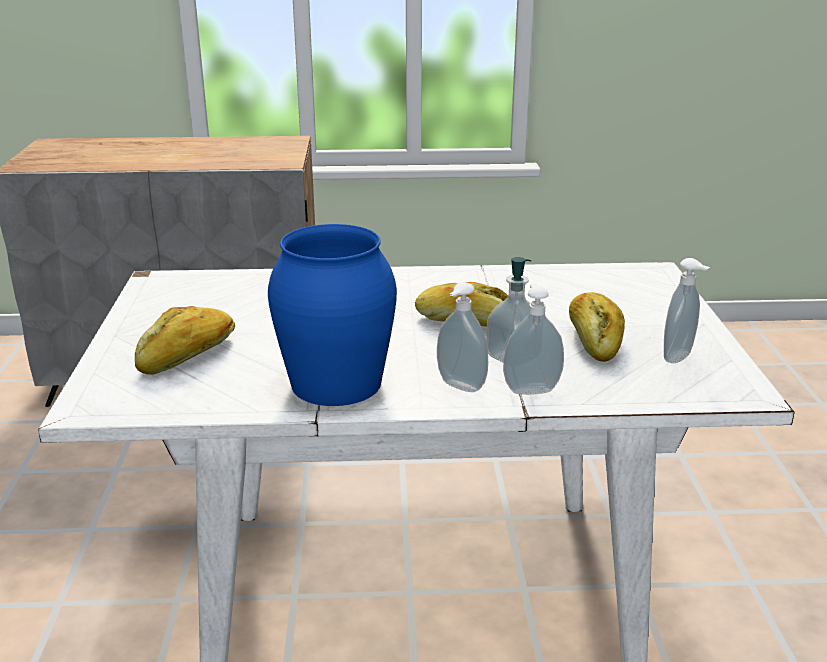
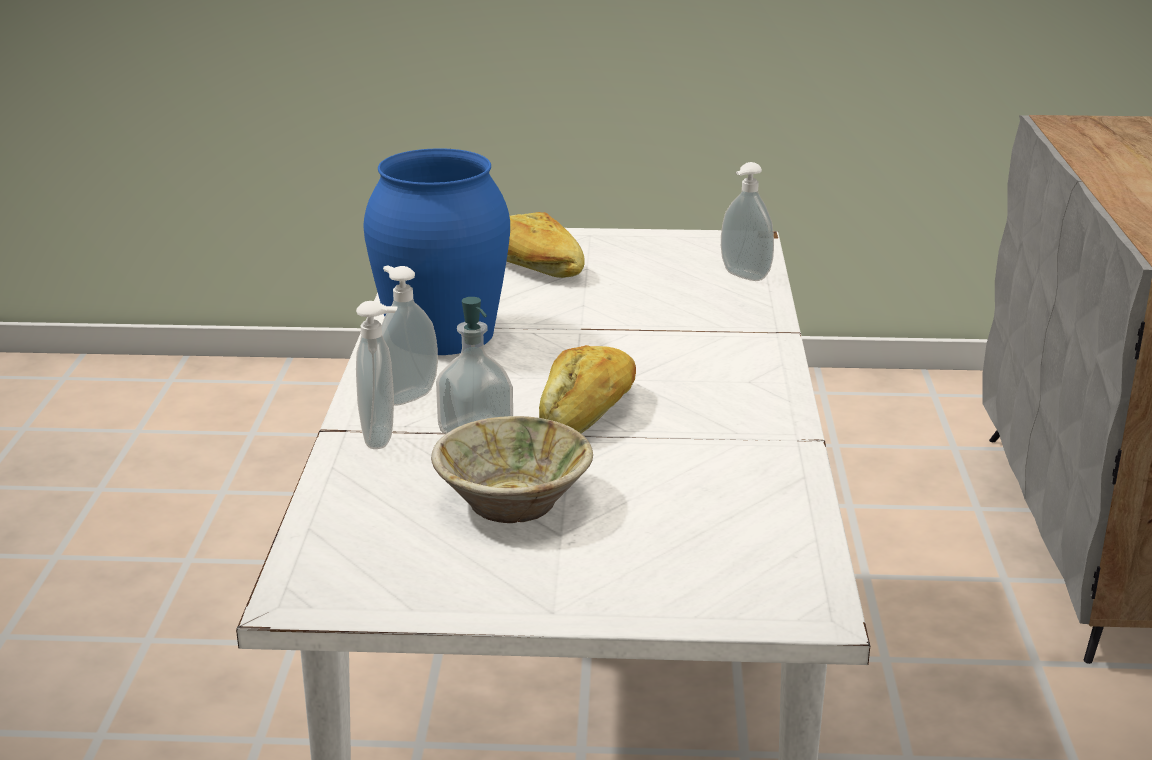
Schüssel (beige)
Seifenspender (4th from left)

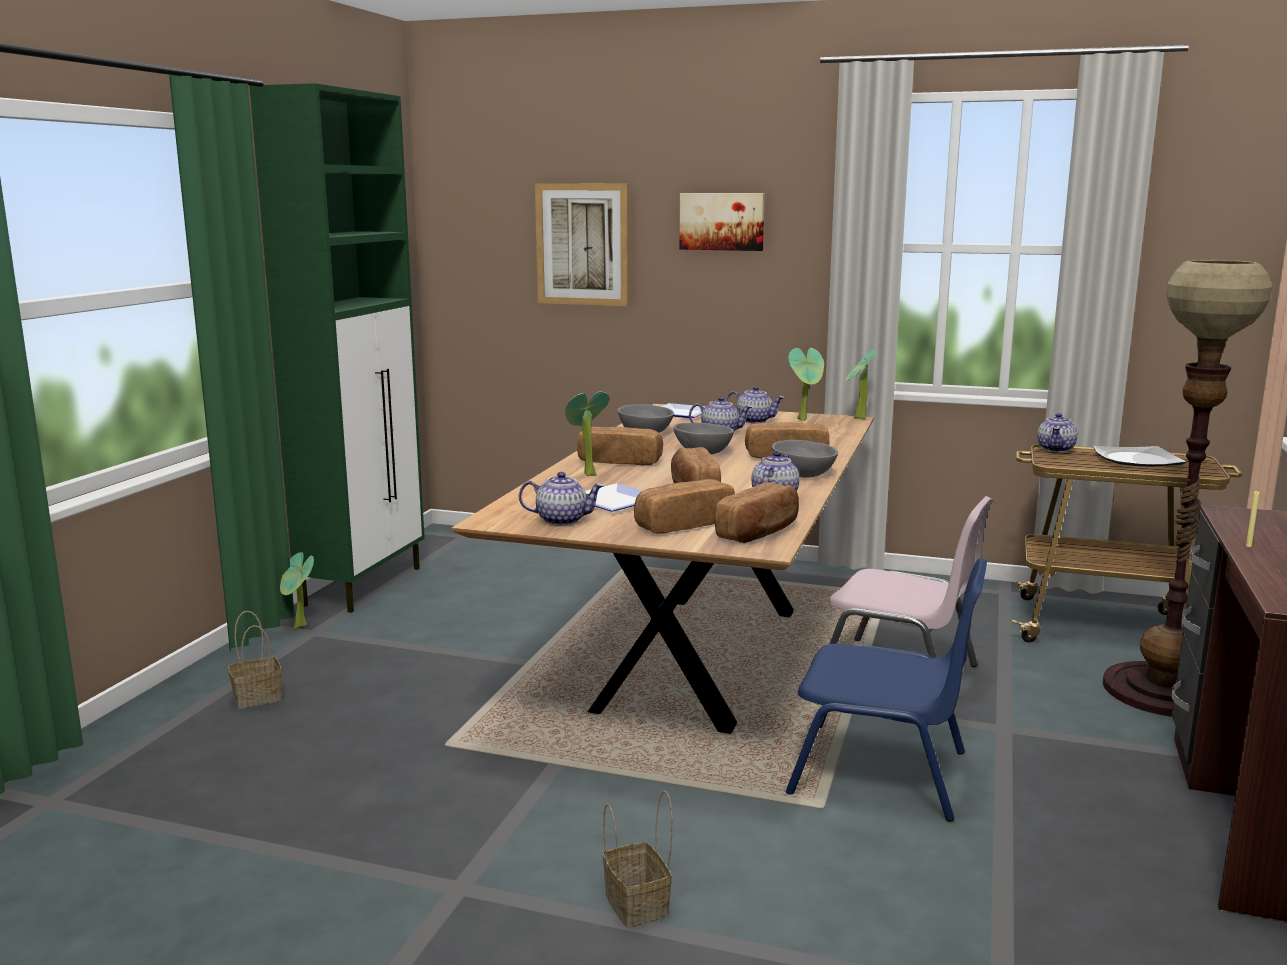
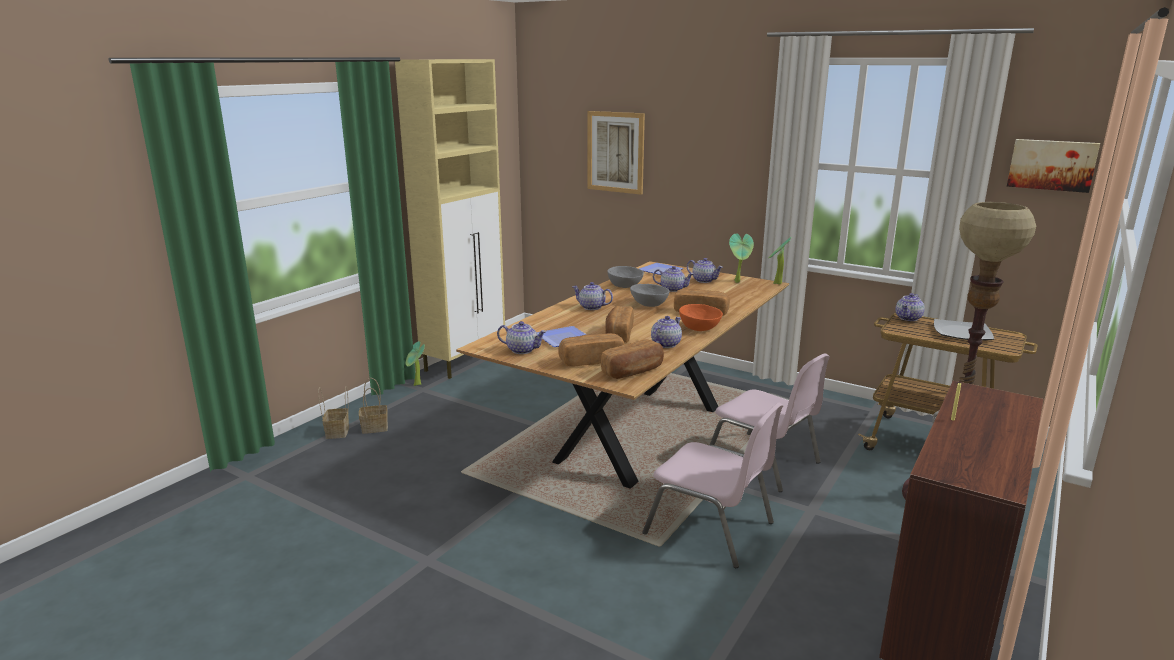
Korb (1st from left)
Schrank (beige)
Teekanne (2nd from left)
Stuhl (rosa) (1st from left)
Schüssel (orange)
Bild (2nd from left)
Topfpflanze (2nd from left in the first image)

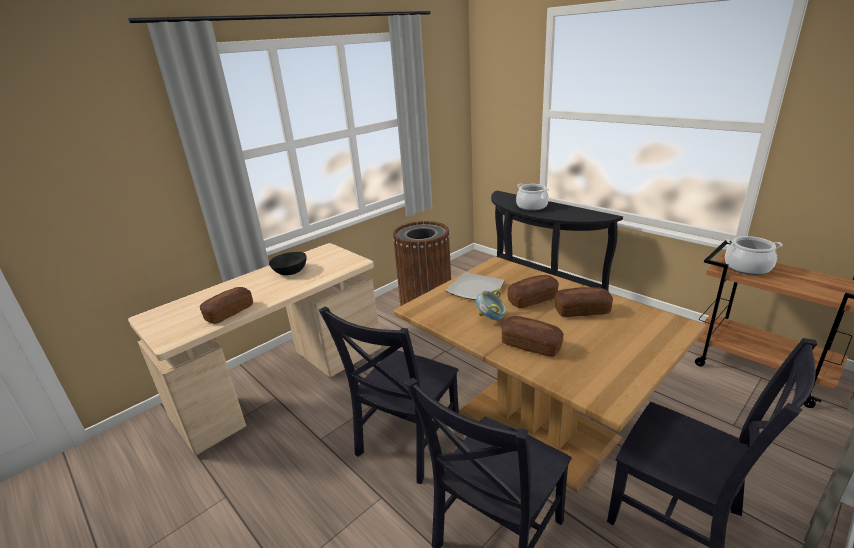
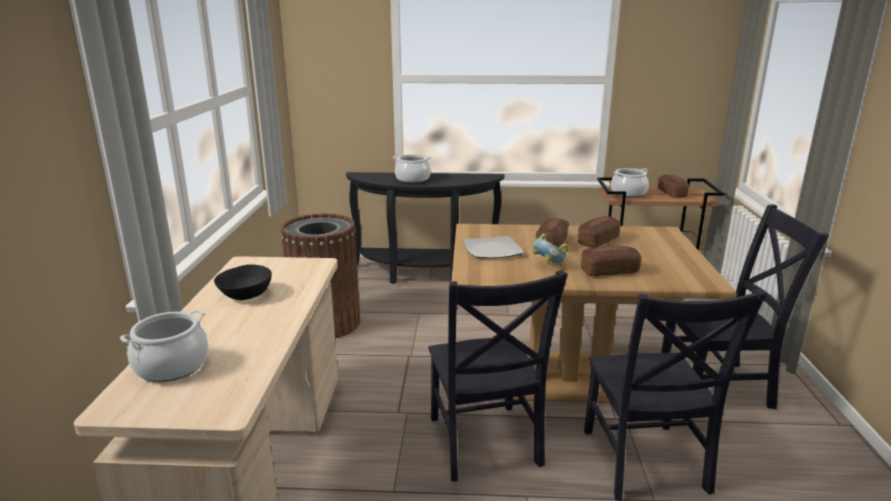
Kochtopf (1st from left)
Brot (4th from left)

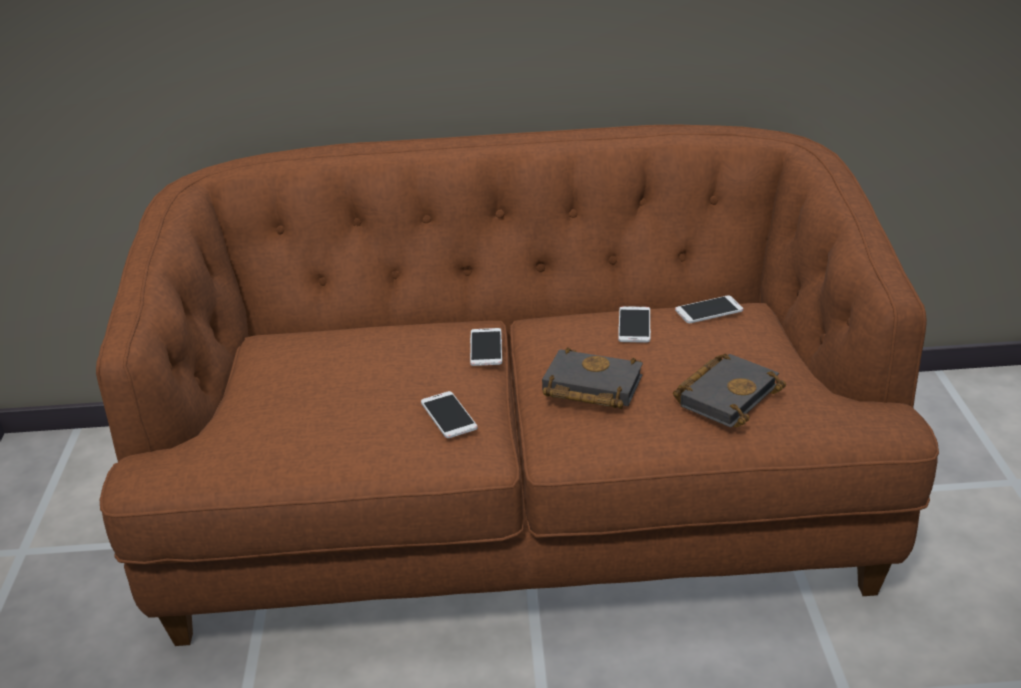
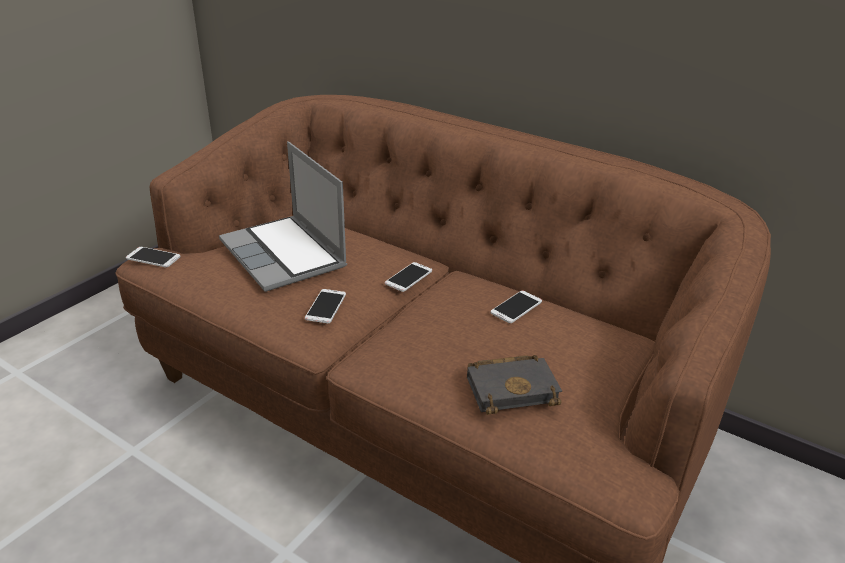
Handy (1st from left)
Laptop
Buch (schwarz) (1st from left in the first image)

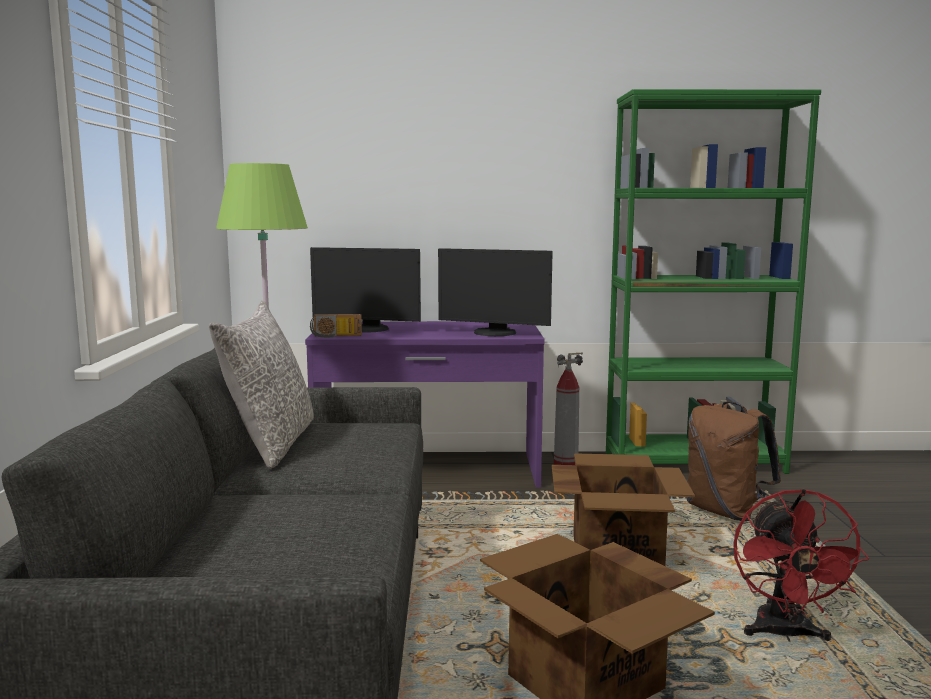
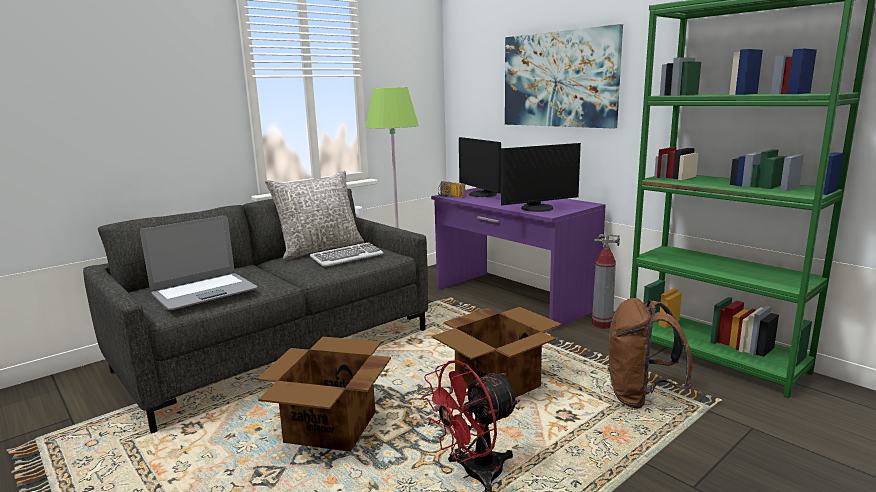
Laptop
Tastatur
Monitor (2nd from left)
Bild

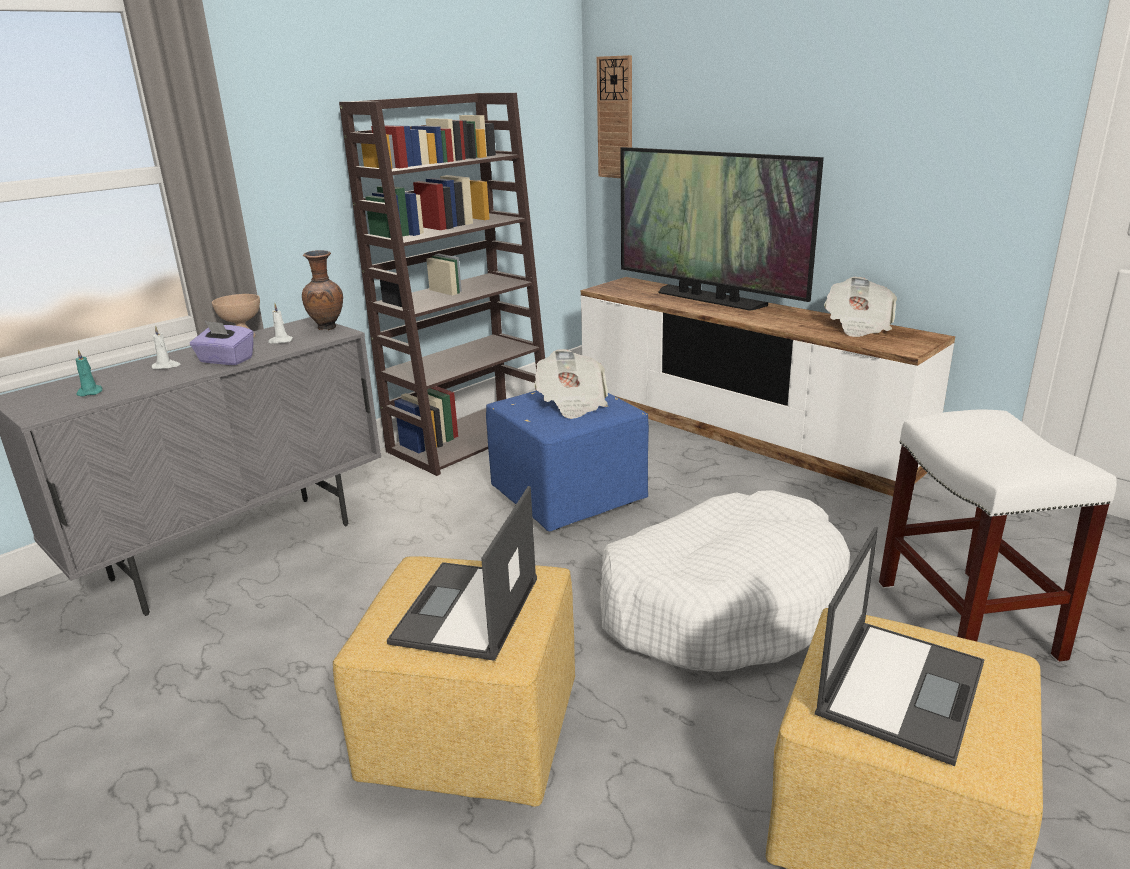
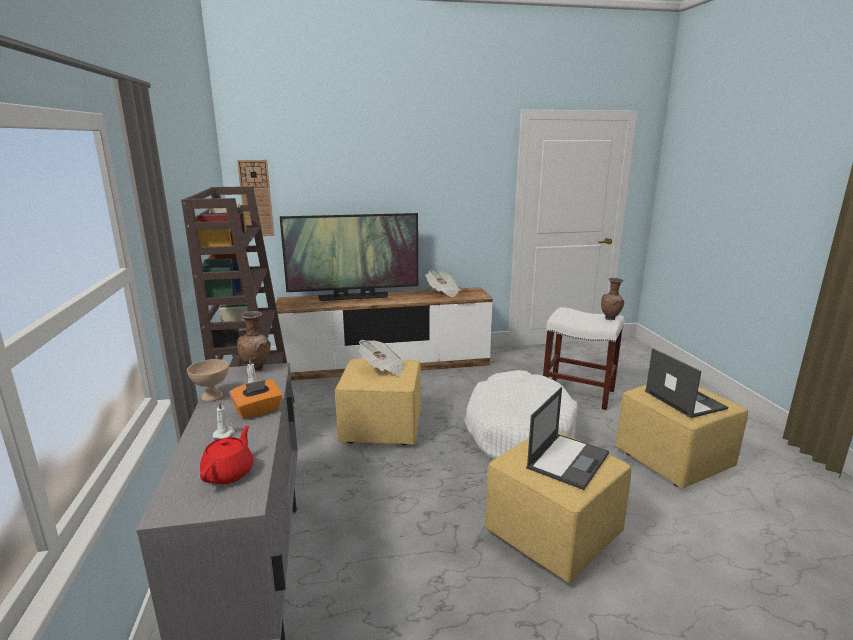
Teekanne (rot)
Taschentuchbox (orange)
Polsterhocker (gelb) (1st from left)
Laptop (1st from left)
Vase (braun) (2nd from left)

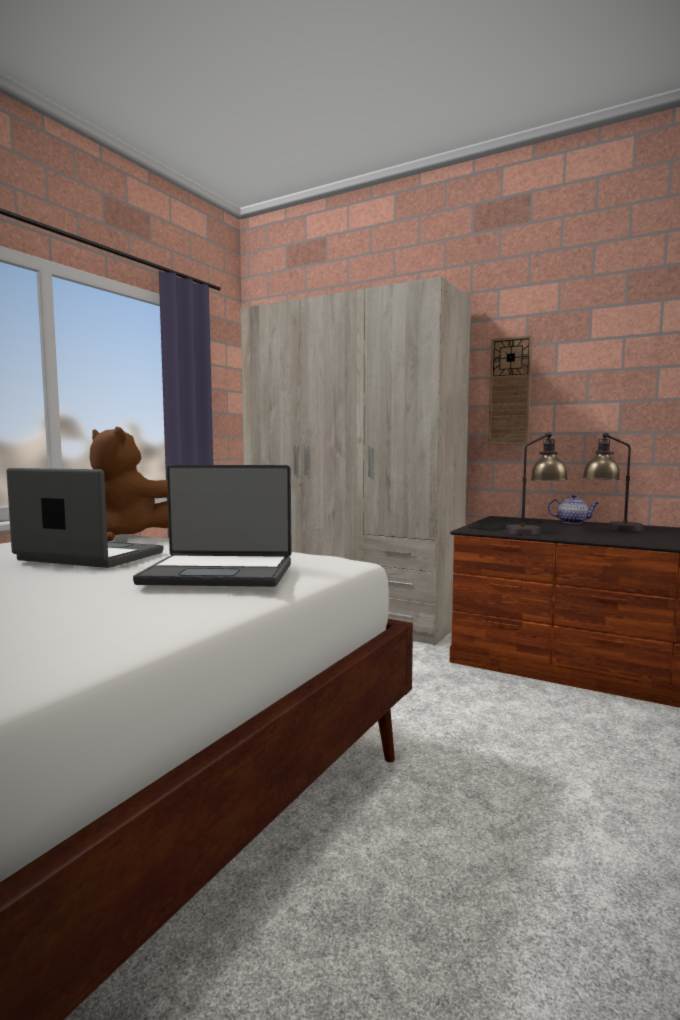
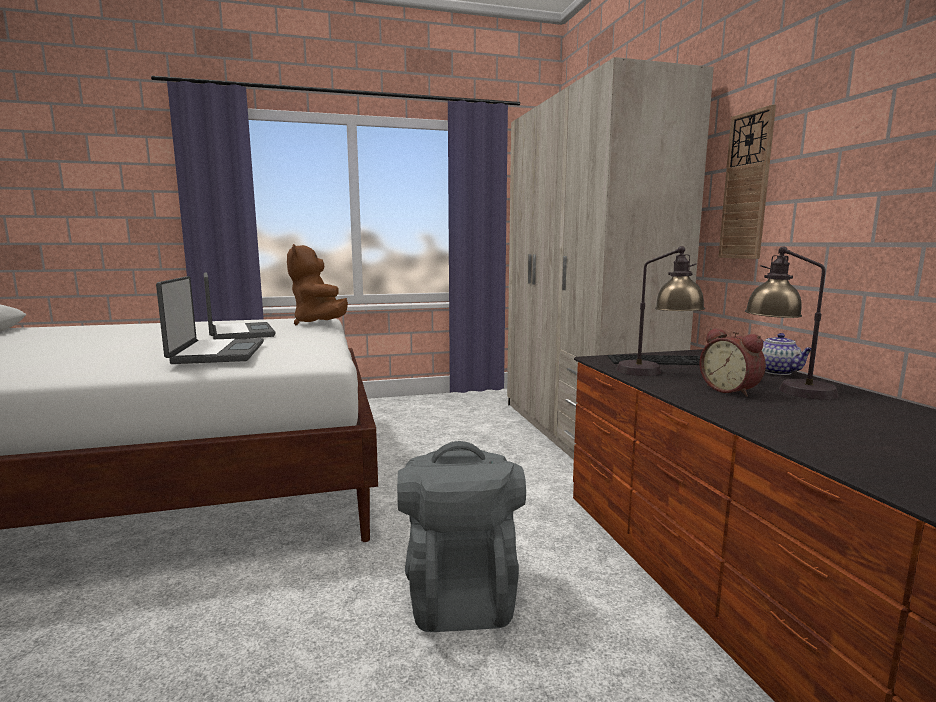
Laptop (1st from left)
Rucksack (grau)
Wecker

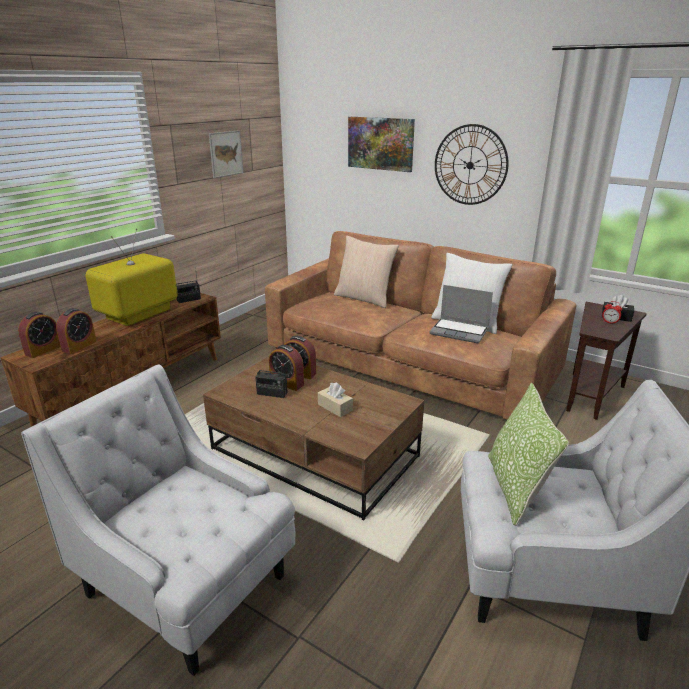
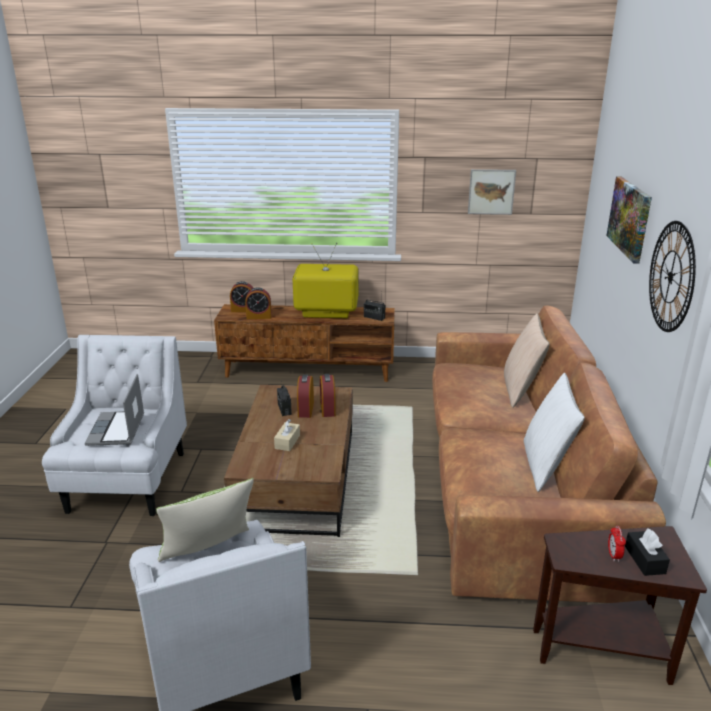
Laptop

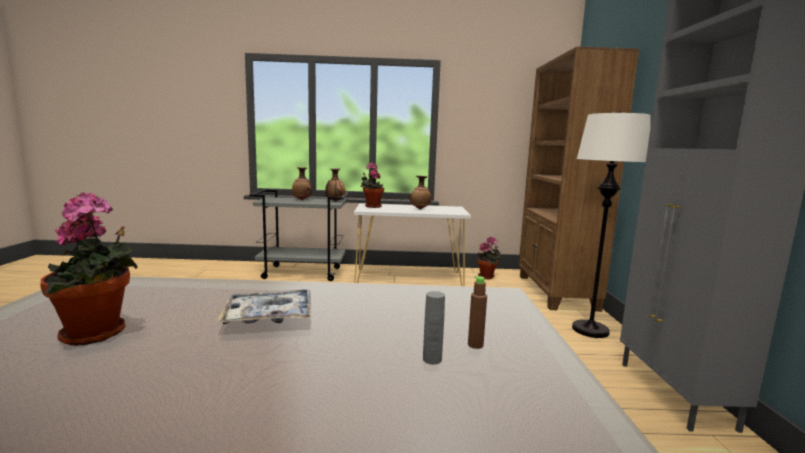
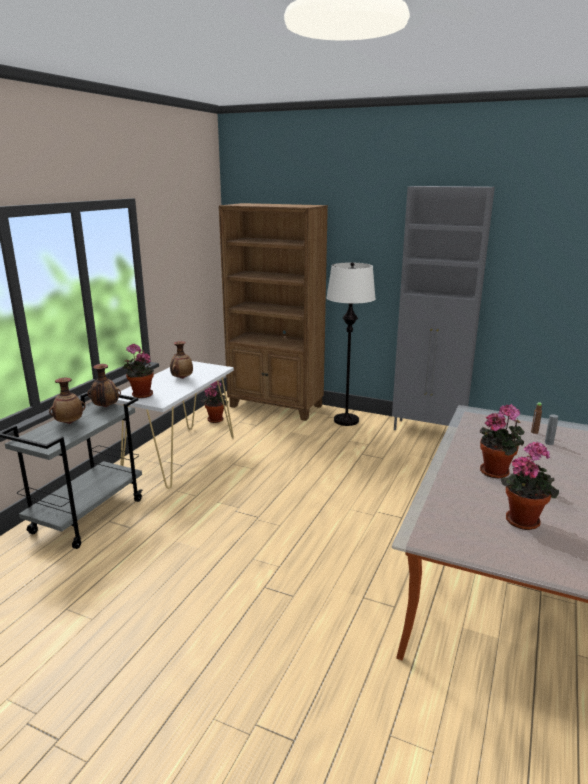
Topfpflanze (3rd from left)

